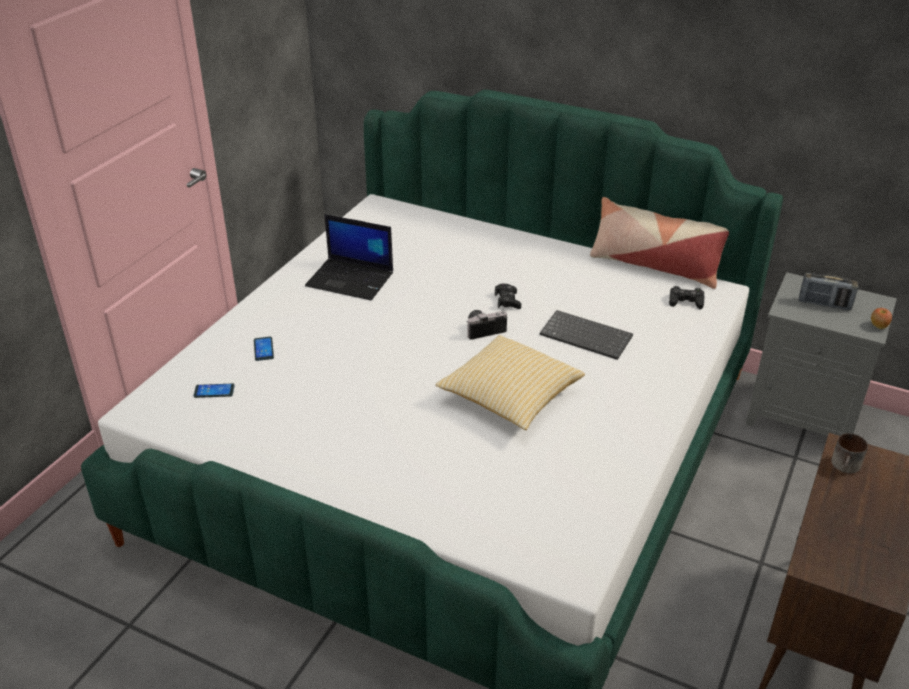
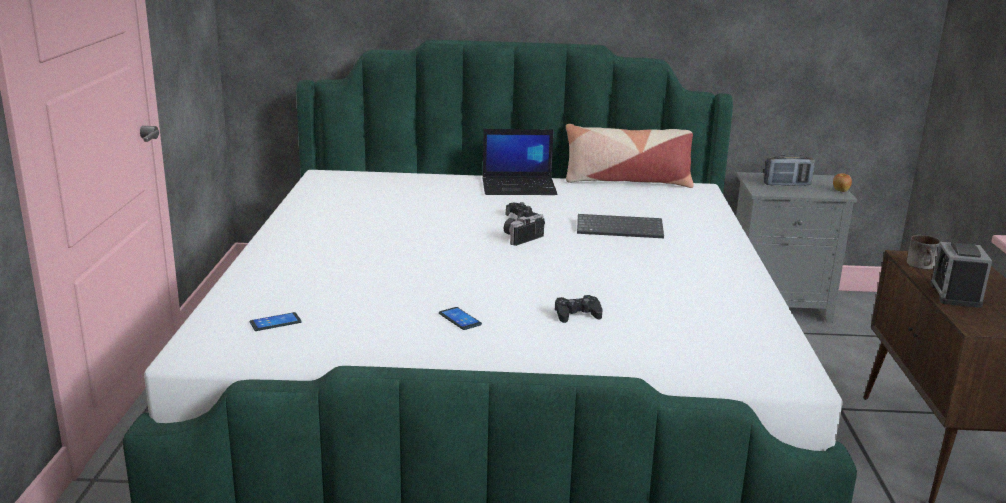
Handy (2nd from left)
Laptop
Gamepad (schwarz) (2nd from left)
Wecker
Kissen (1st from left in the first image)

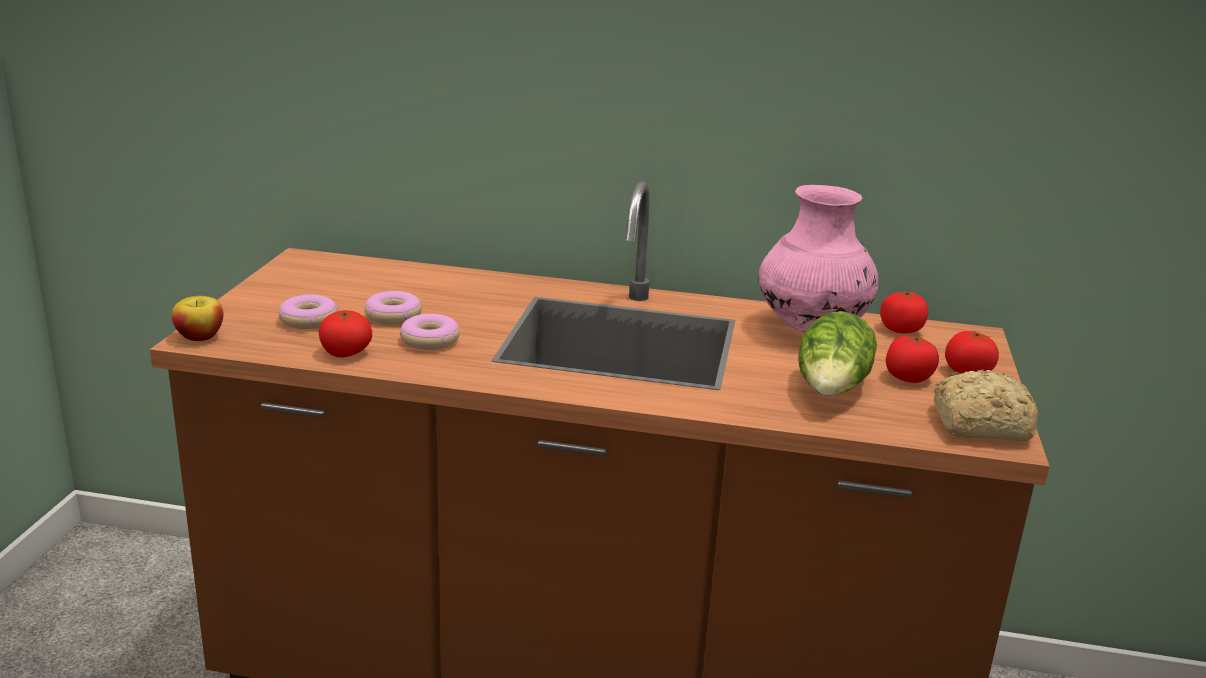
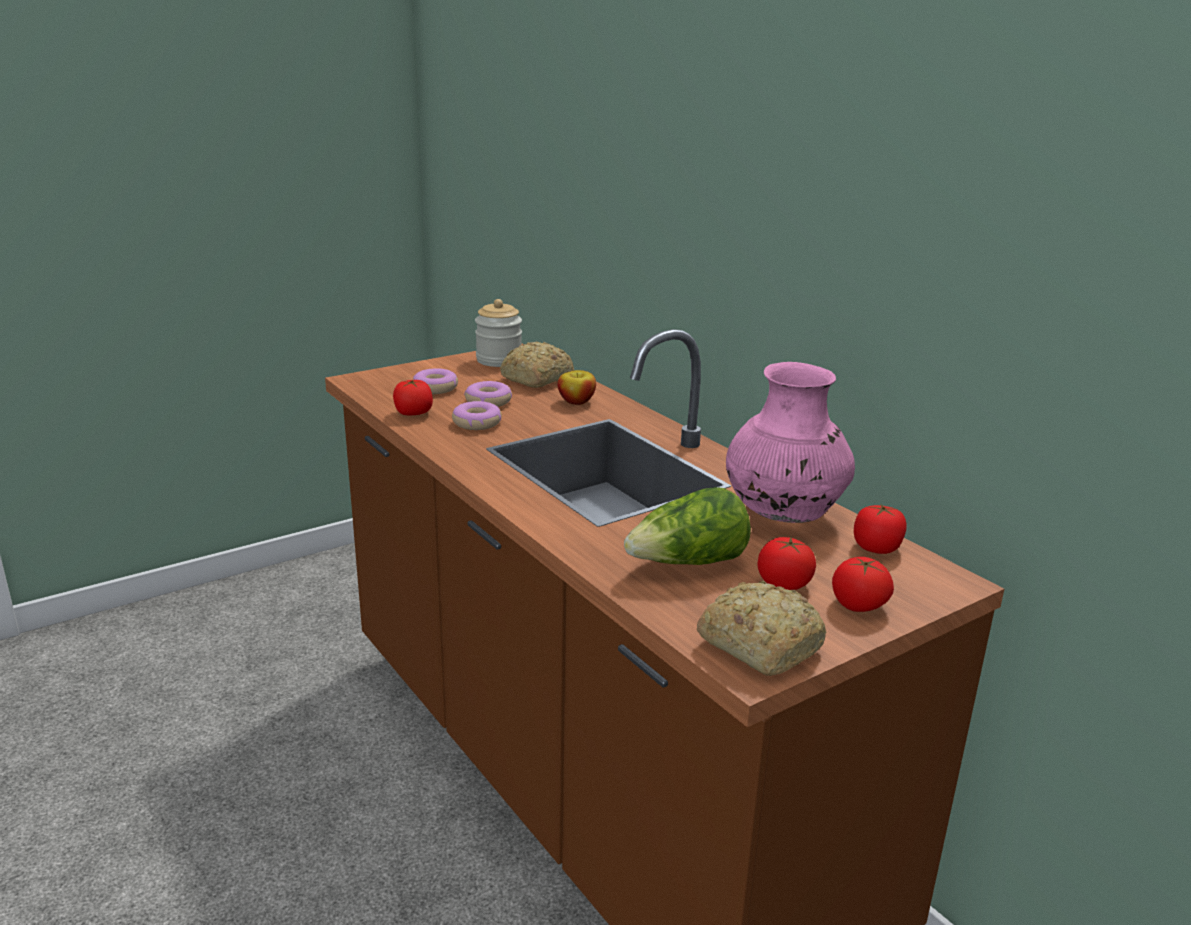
Vorratsglas
Brot (1st from left)
Apfel

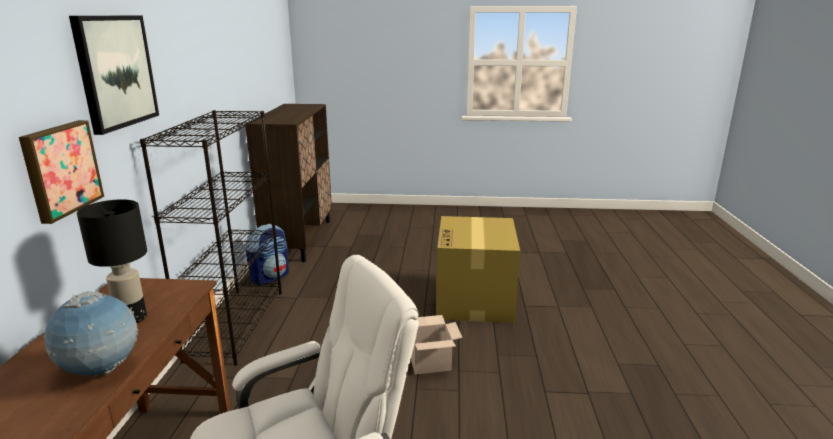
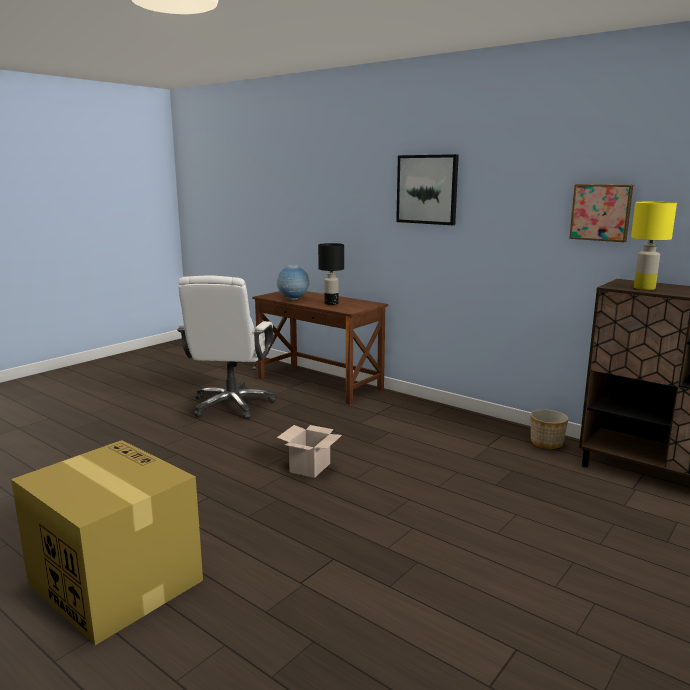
Karton (1st from left)
Pflanzkübel
Bild (2nd from left)
Tischlampe (gelb)
Bücherregal (schwarz)

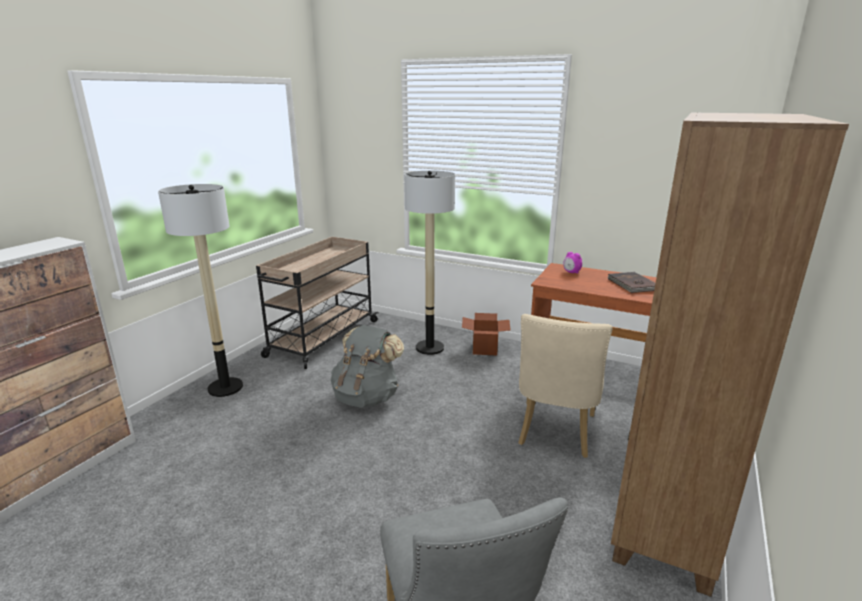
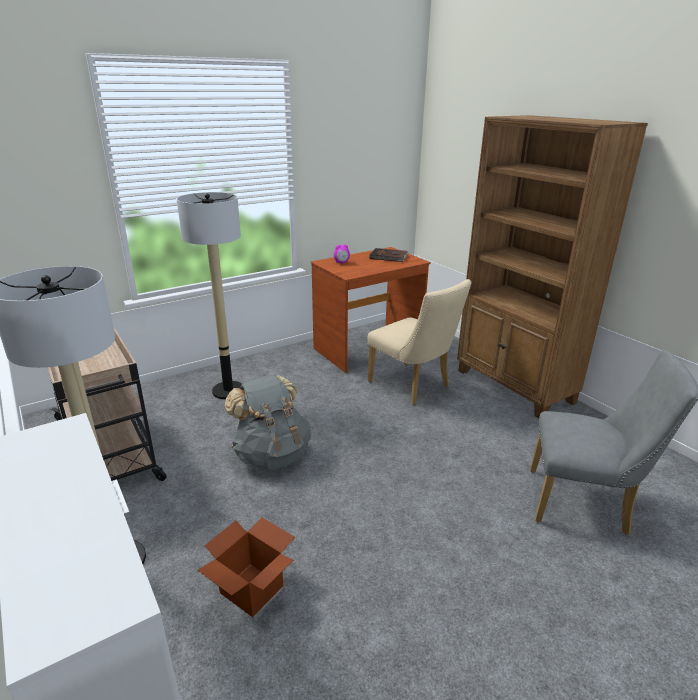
Karton

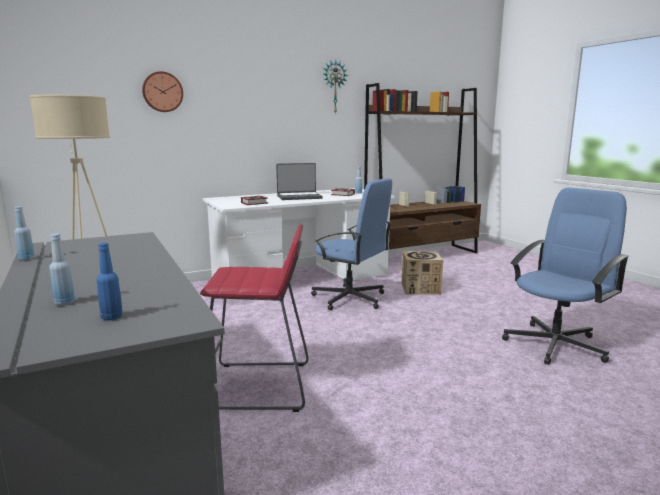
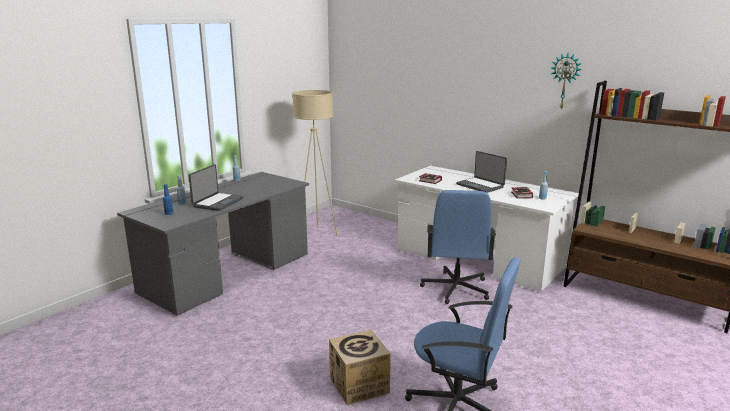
Laptop (1st from left)
Karton
Wanduhr (1st from left in the first image)
Hocker (rot)

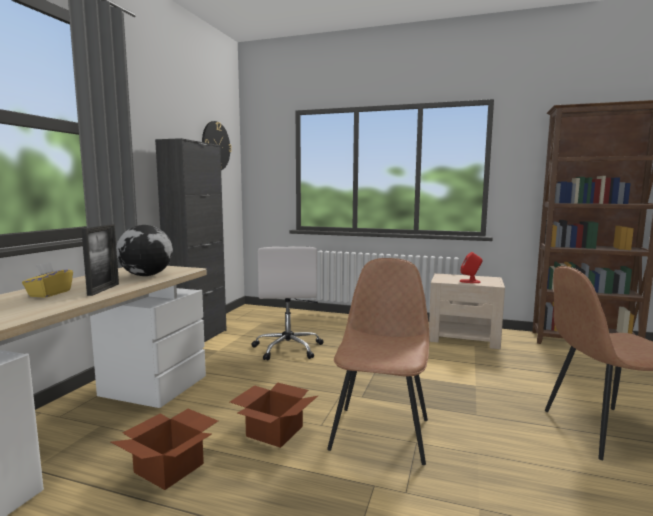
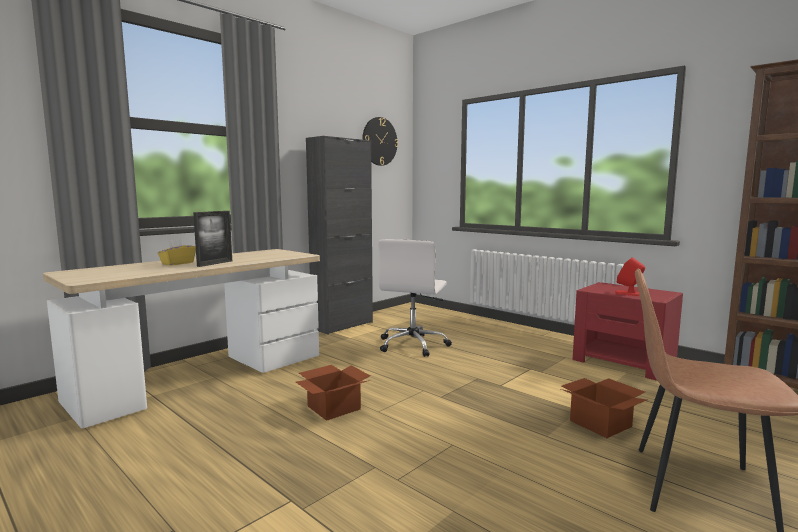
Karton (2nd from left)
Nachttisch (rot)
Globus
Stuhl (braun) (1st from left in the first image)

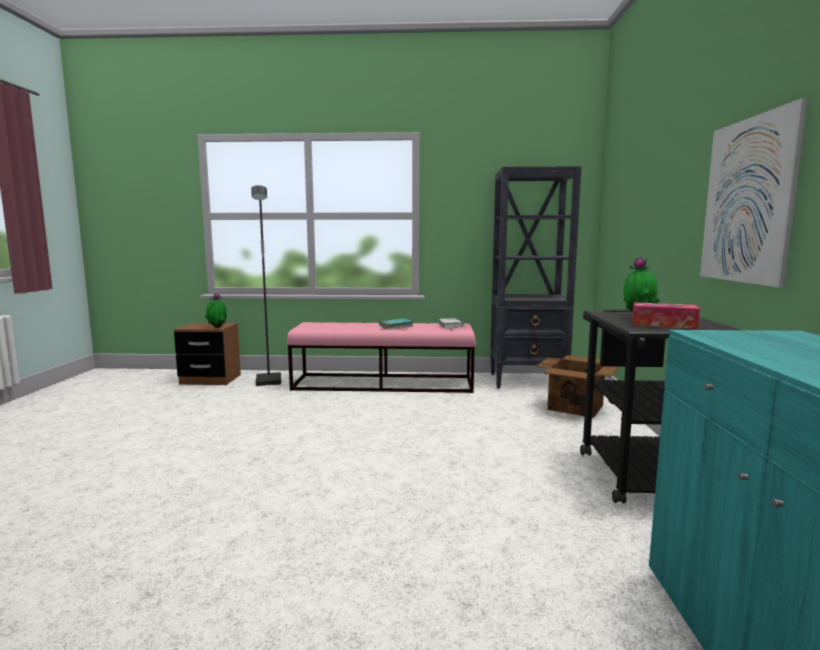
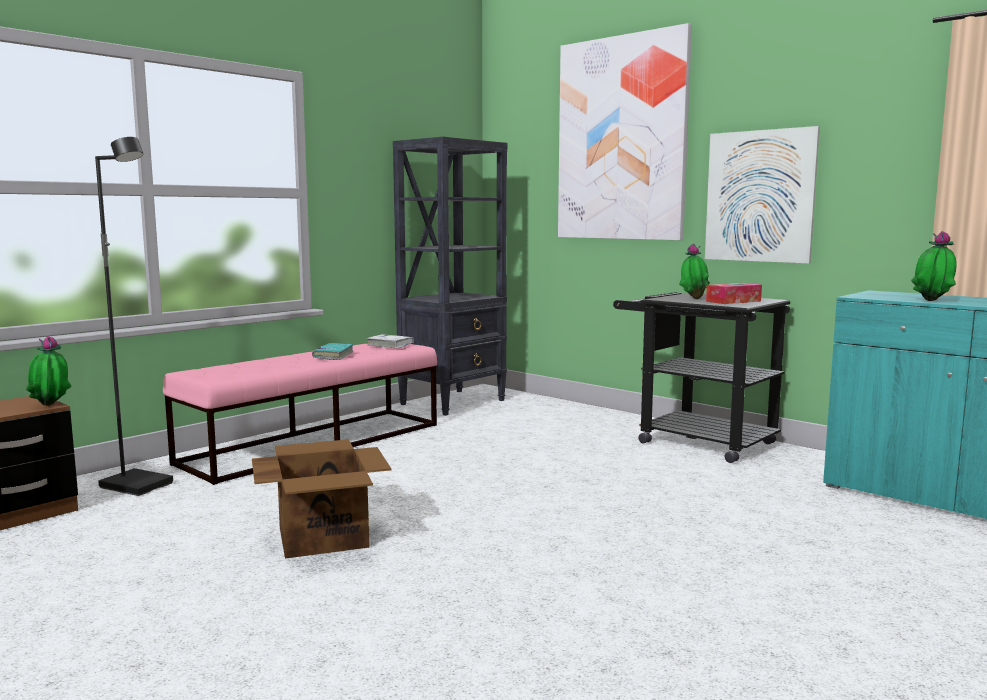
Karton
Bild (1st from left)
Topfpflanze (3rd from left)

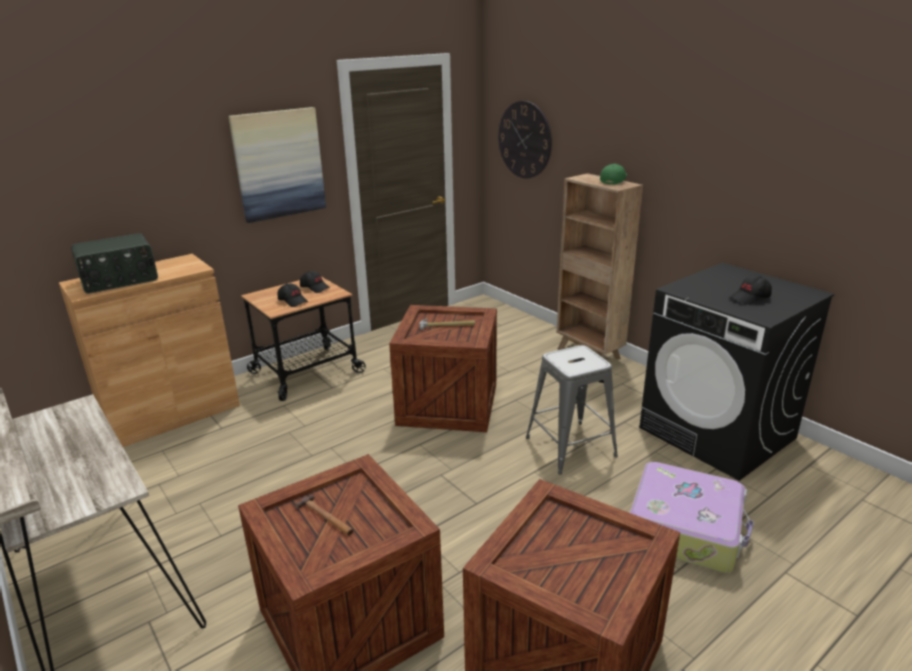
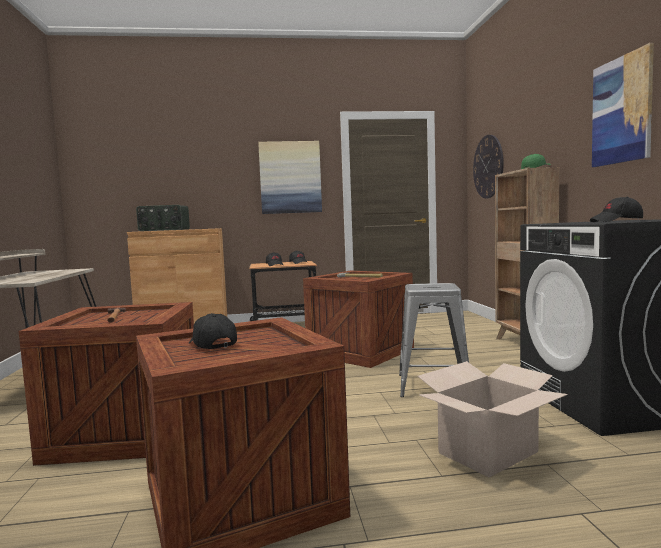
Kappe (schwarz) (1st from left)
Karton
Bild (2nd from left)

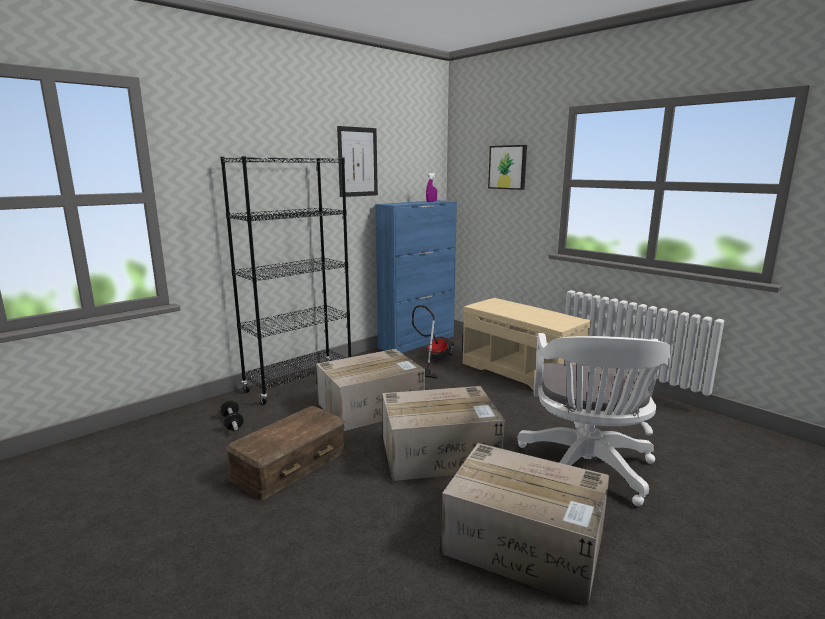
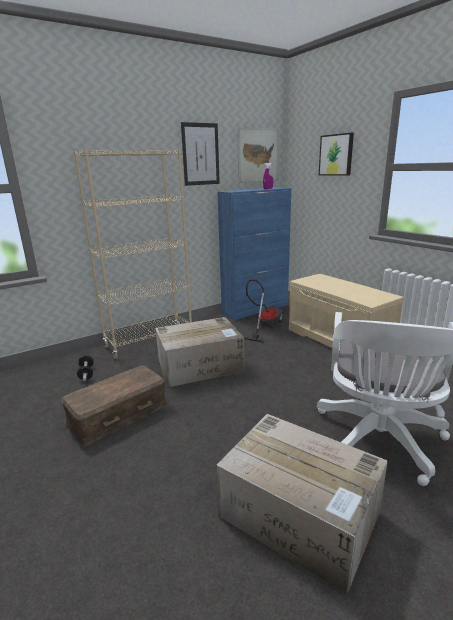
Bücherregal (beige)
Bild (2nd from left)
Karton (2nd from left in the first image)

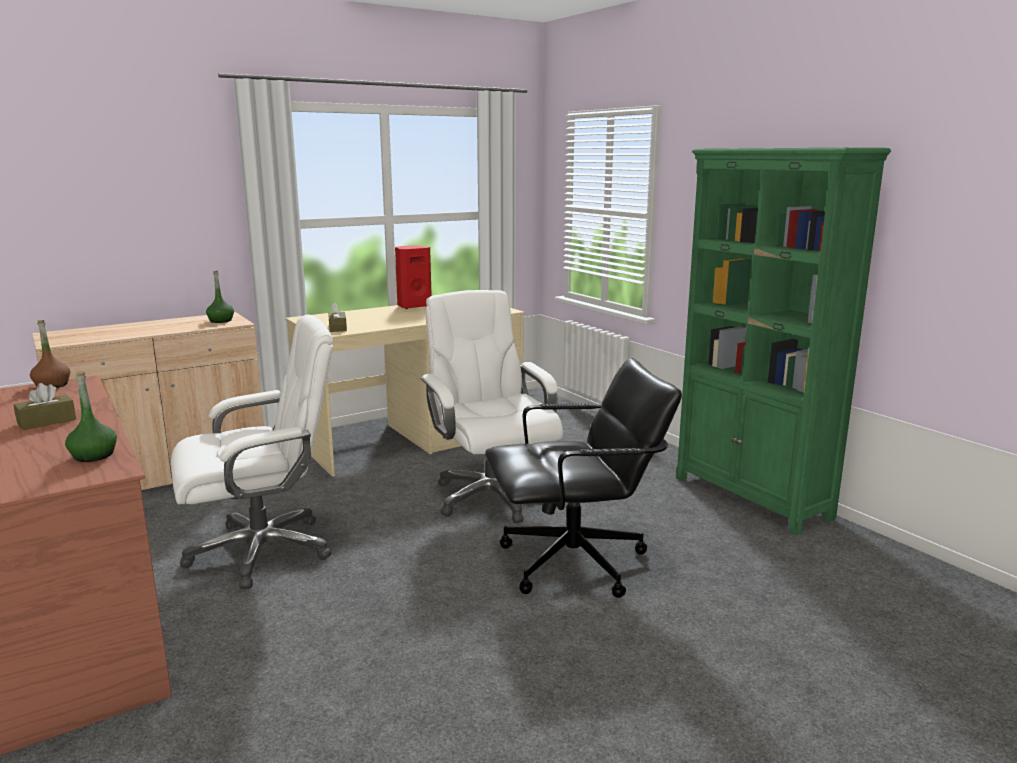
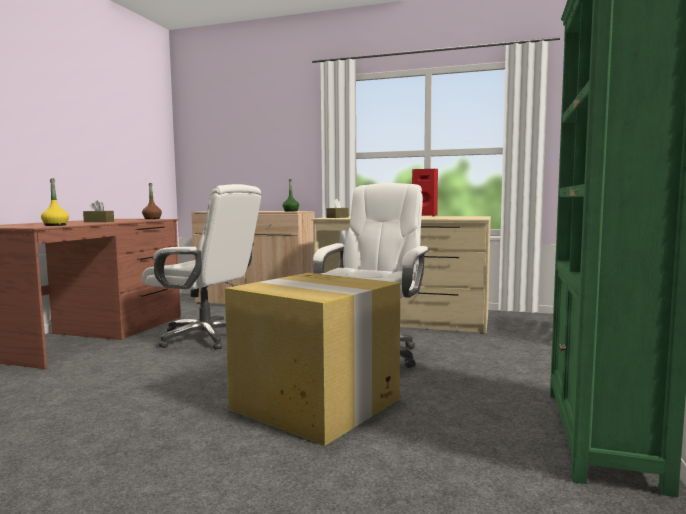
Flasche (gelb)
Karton

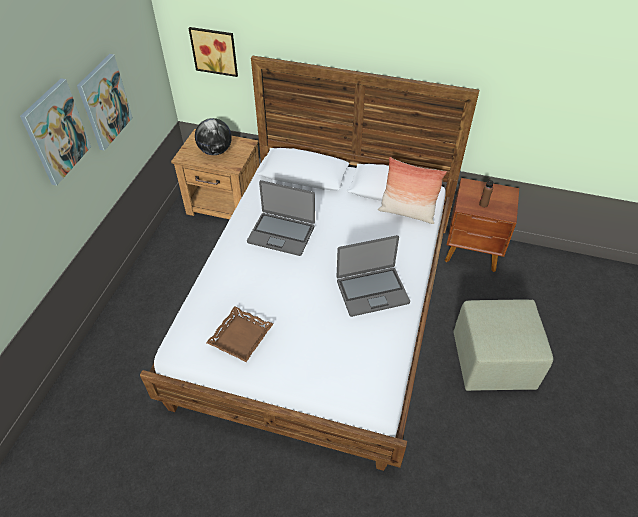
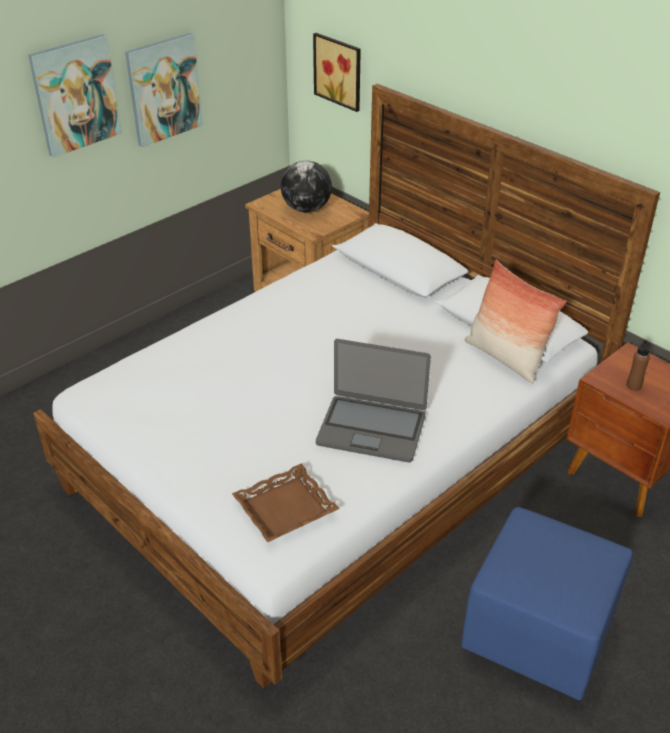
Tablett (braun)
Polsterhocker (blau)
Laptop (1st from left in the first image)

